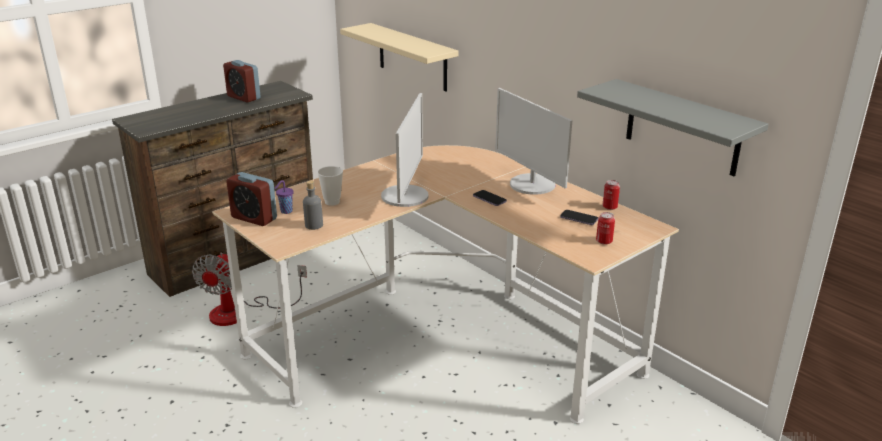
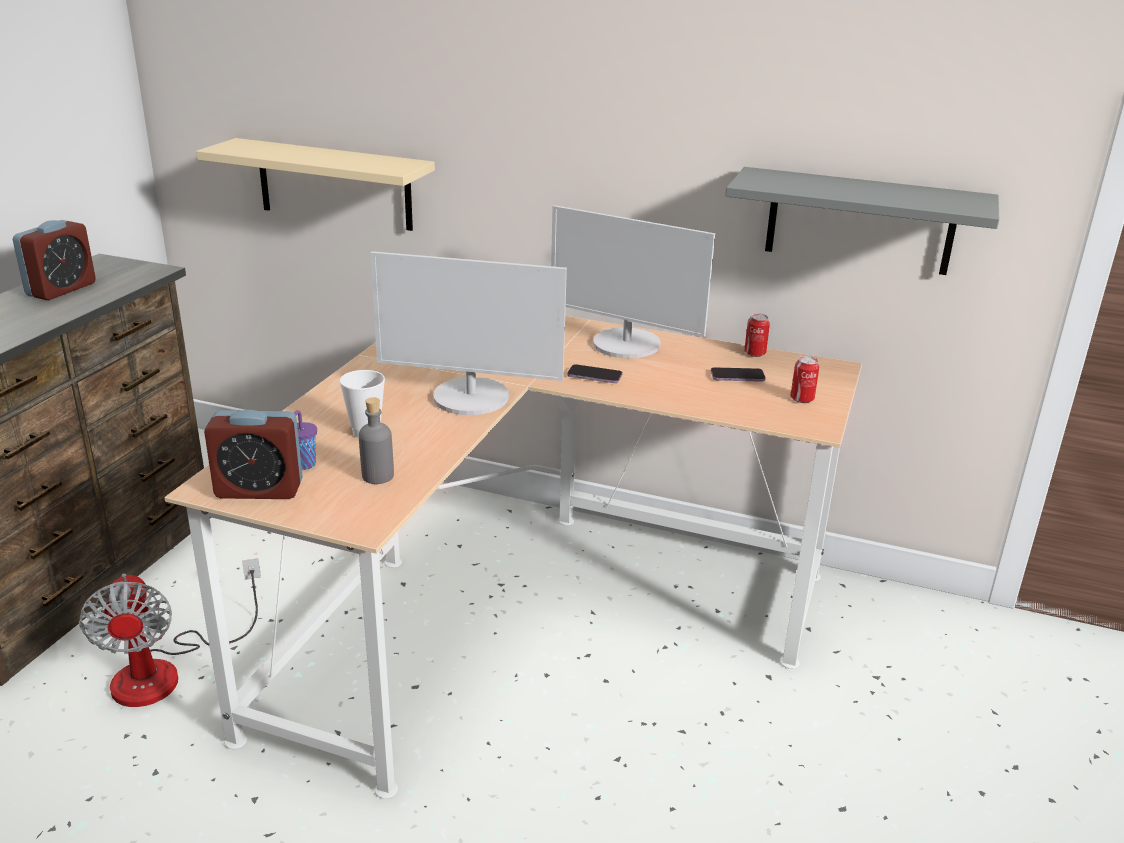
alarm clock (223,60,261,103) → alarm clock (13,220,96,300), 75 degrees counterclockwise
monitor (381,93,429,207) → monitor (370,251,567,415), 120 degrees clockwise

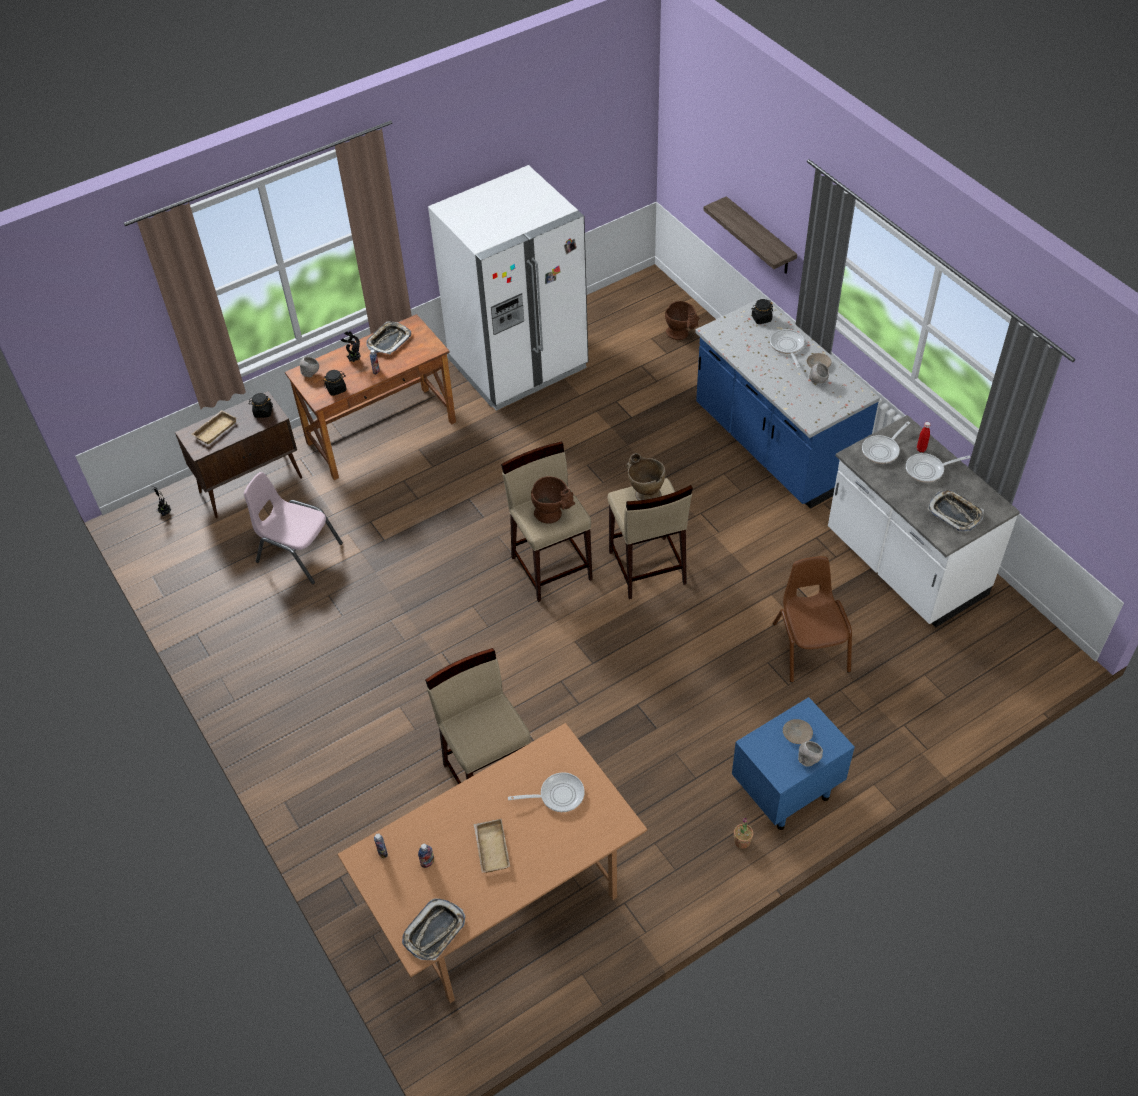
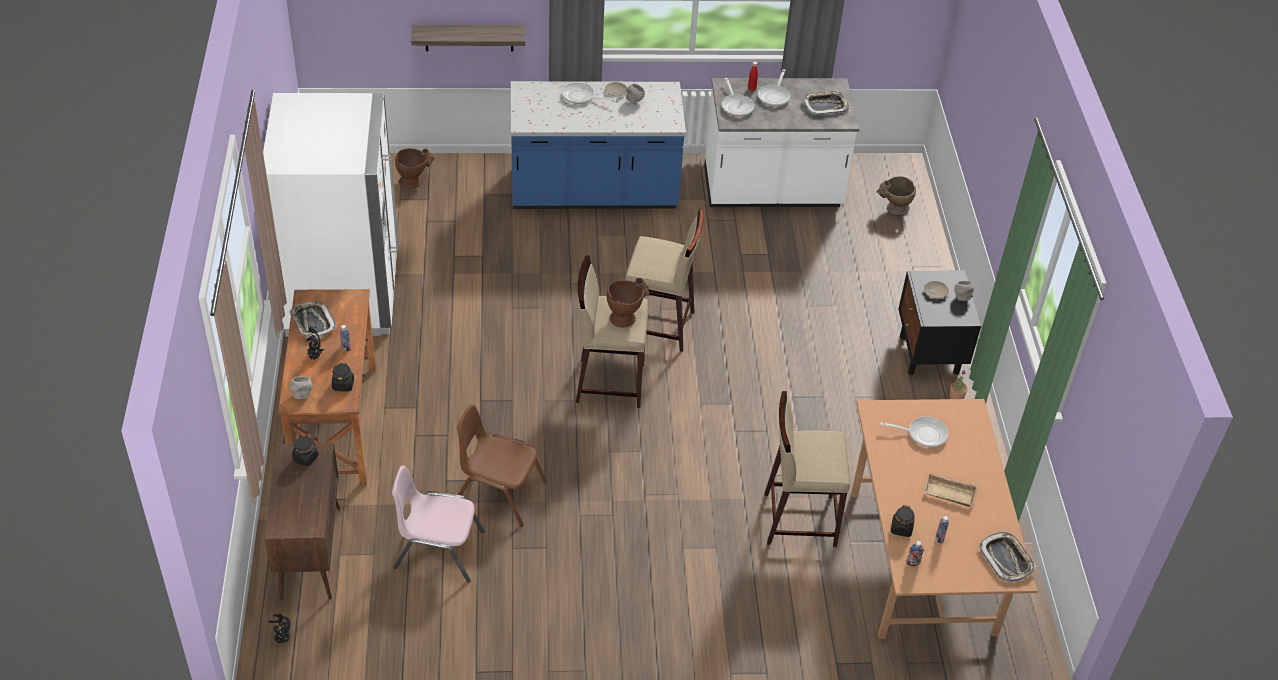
black jar (752,299,773,324) → black jar (891,505,915,537), shifted
beige tray (192,410,237,445) → -
beige vase (625,453,665,501) → beige vase (876,176,916,215), shifted
pink chair (244,472,343,584) → pink chair (392,466,484,582), 45 degrees clockwise
brown chair (773,556,852,683) → brown chair (457,404,546,527), shifted
blue nightstand (732,697,855,830) → black nightstand (898,271,981,375)
frying pan (508,772,585,812) → frying pan (880,416,948,448), 75 degrees clockwise

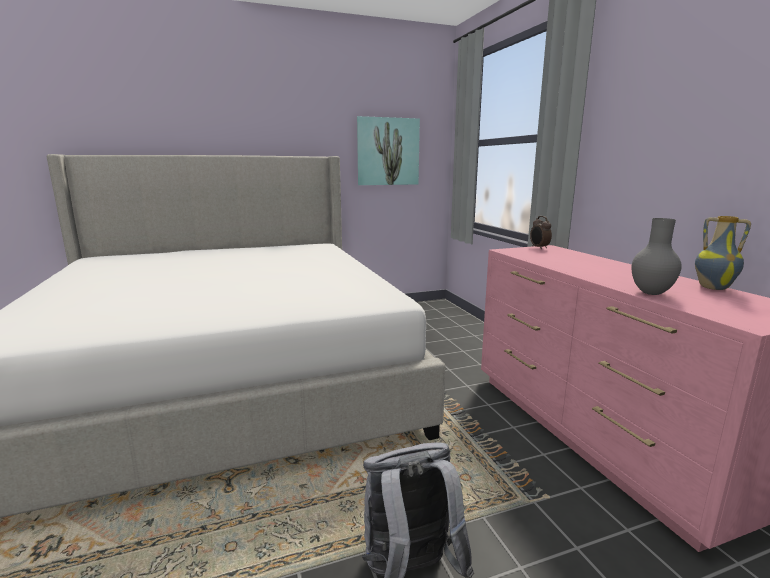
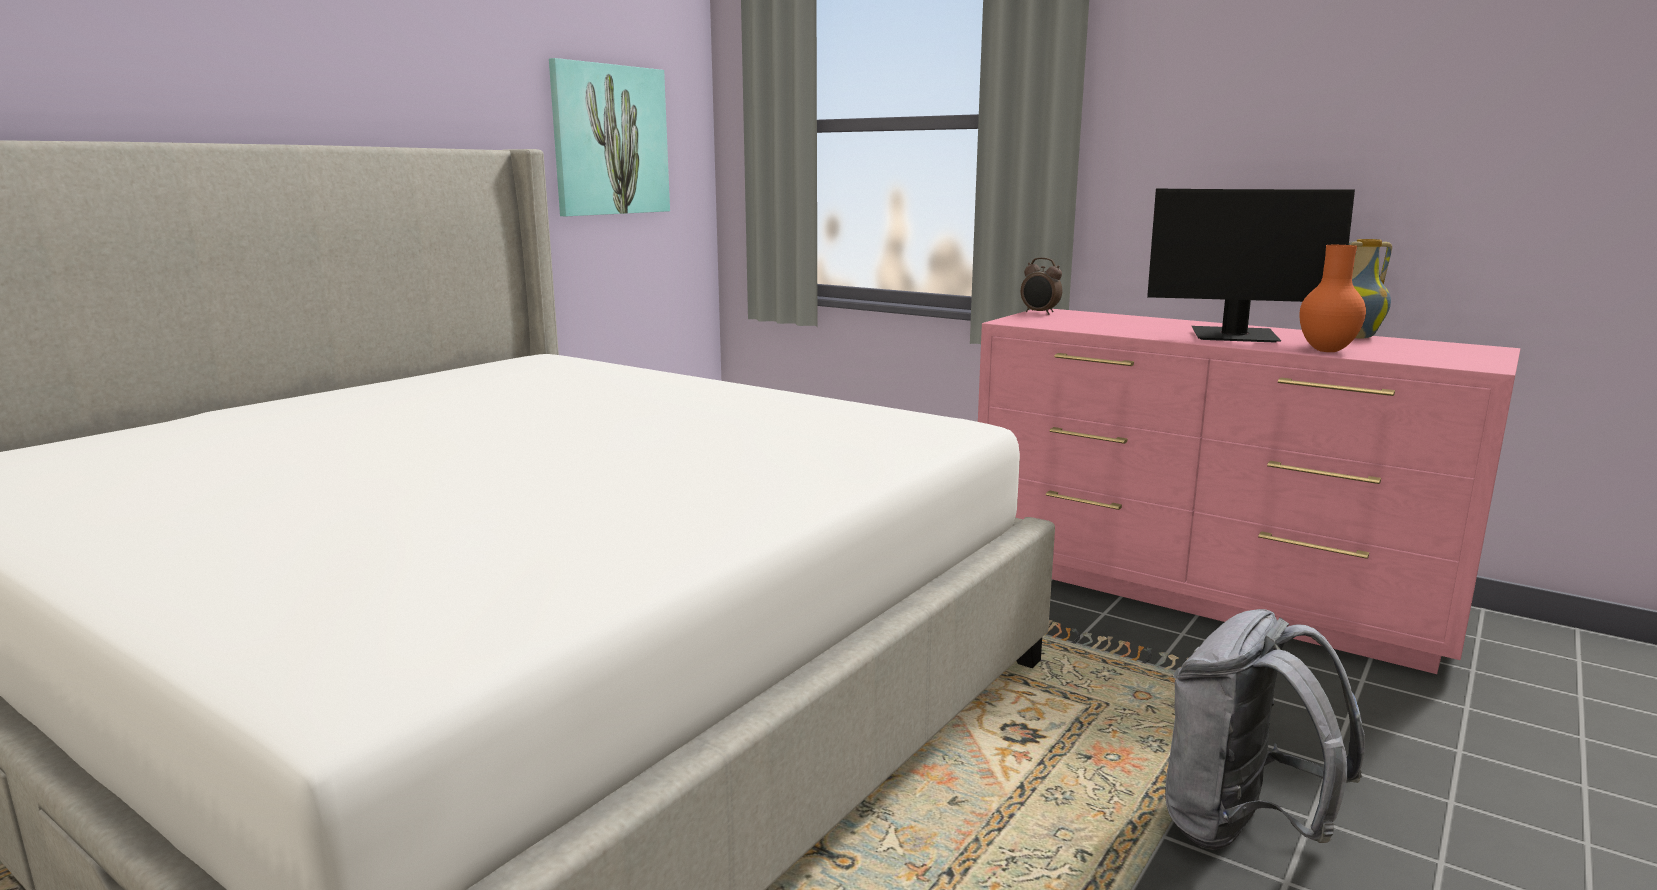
grey vase (632,218,682,295) → orange vase (1300,245,1366,352)
- → monitor (1147,188,1355,343)

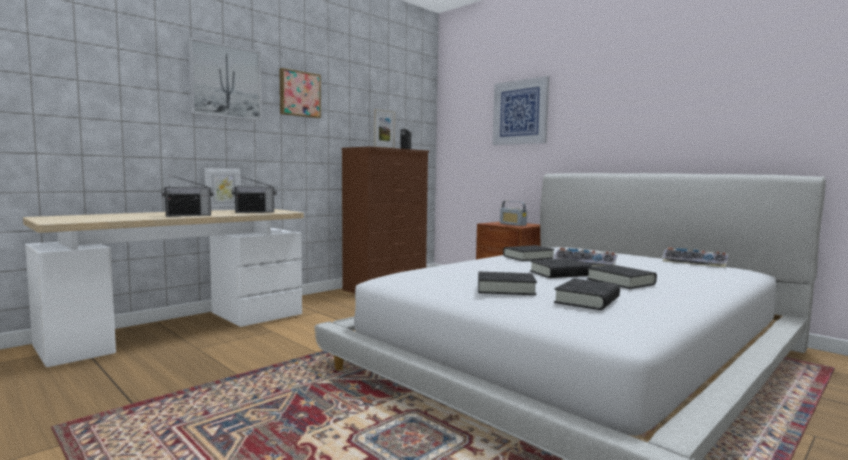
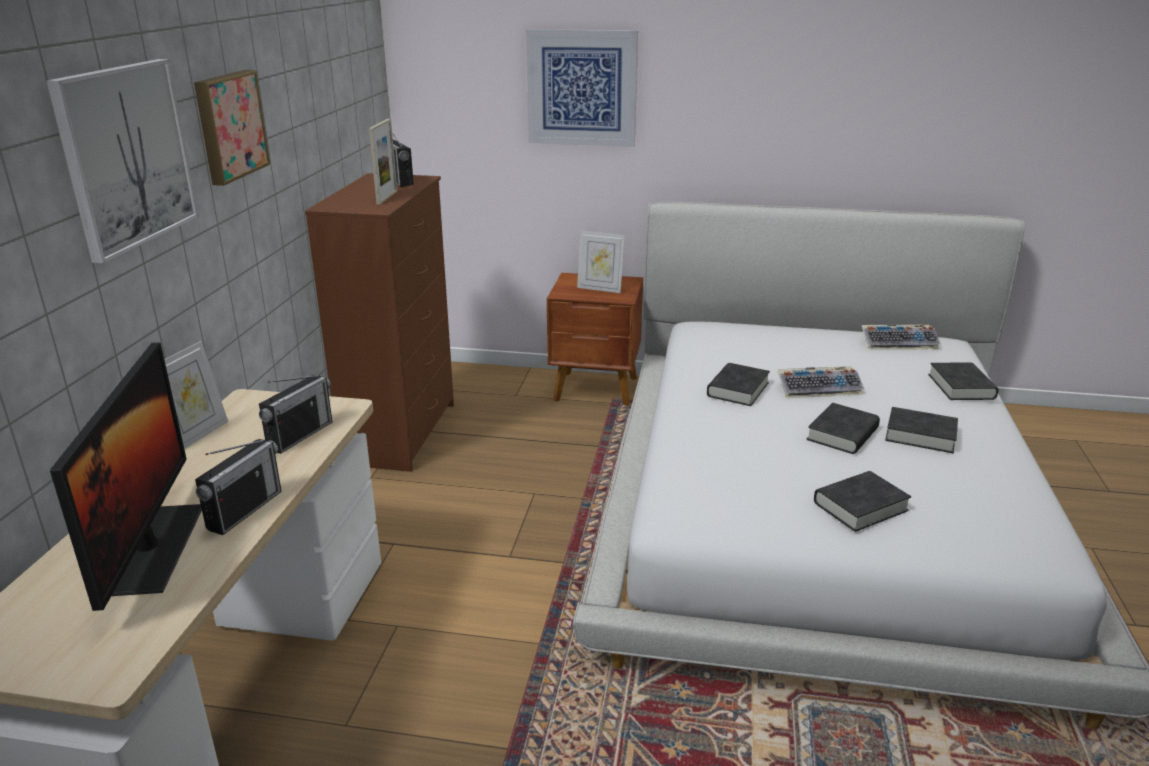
radio (500,201,527,226) → picture frame (577,231,625,293)
black book (554,278,620,310) → black book (928,362,999,400), shifted
- → monitor (50,342,202,611)

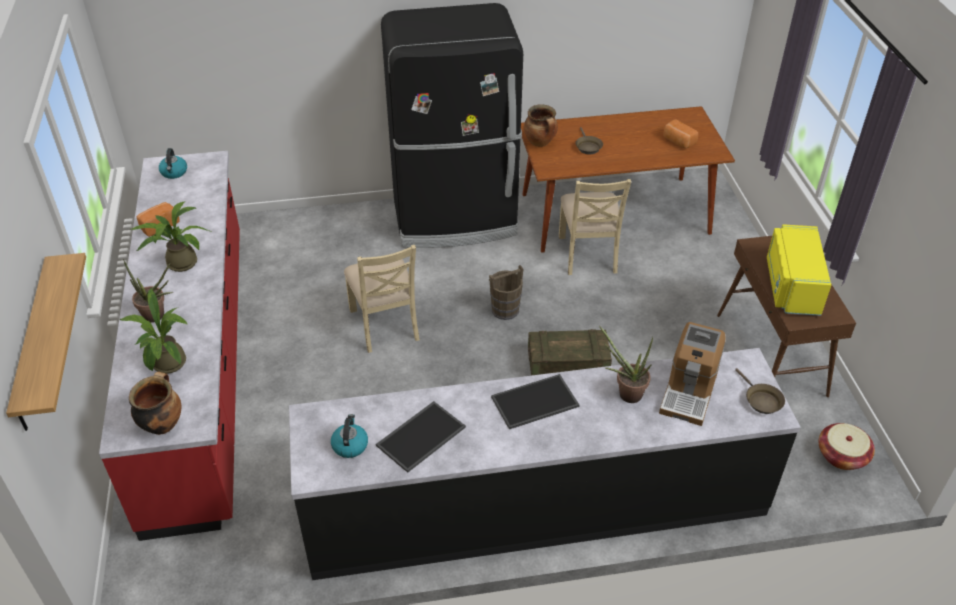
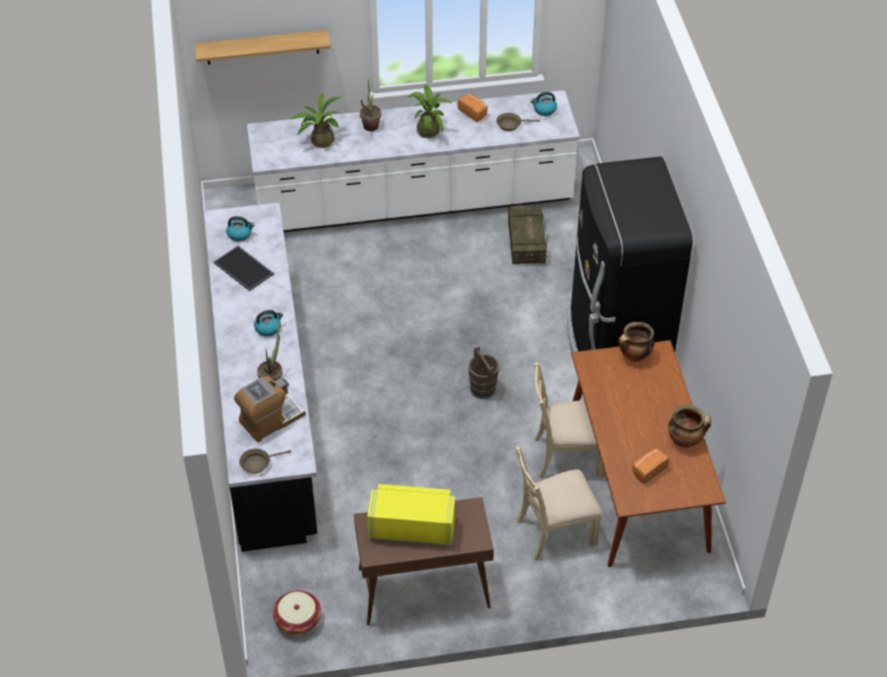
brown frying pan (576,127,603,154) → brown frying pan (496,113,540,131), shifted
red counter (99,151,240,541) → white counter (247,90,580,232)
beige chair (344,244,420,353) → beige chair (515,446,602,561), shifted
coffee machine (659,322,725,426) → coffee machine (234,376,306,442), 120 degrees clockwise
crate (528,329,612,376) → crate (508,206,547,264), shifted
cooking pot (129,372,182,435) → cooking pot (668,405,711,448), shifted
tray (491,374,580,429) → kettle (254,310,283,337)

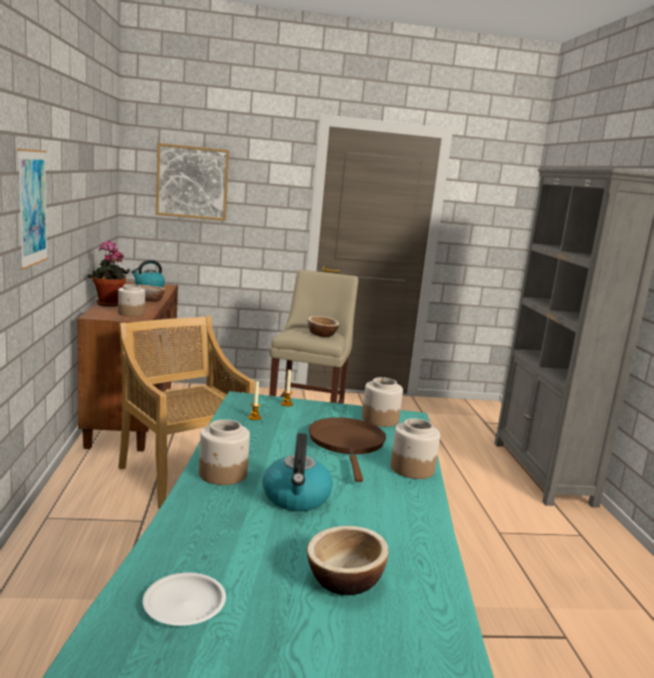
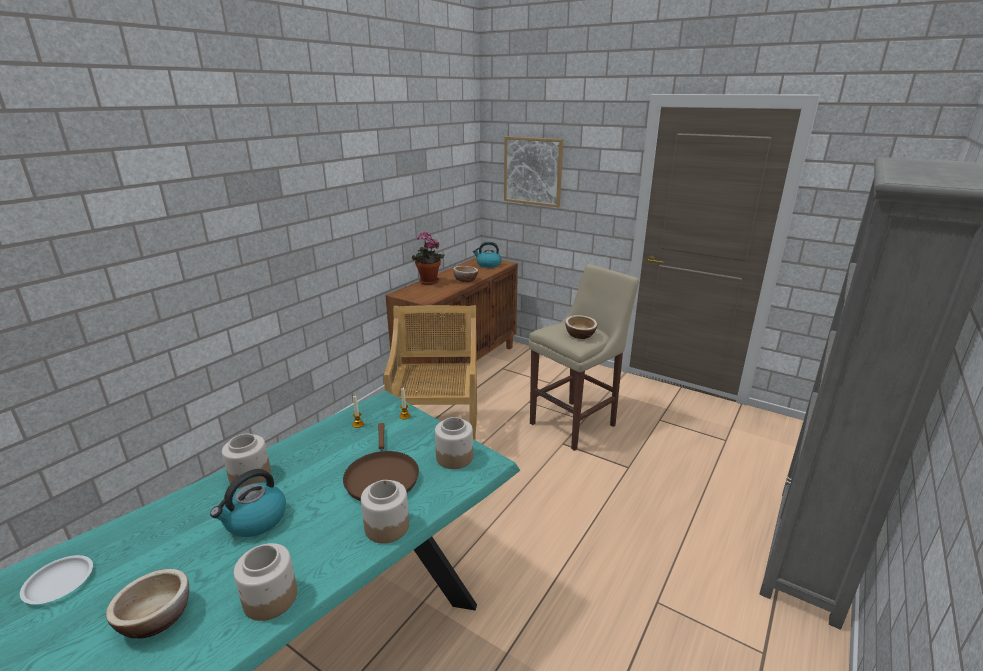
picture (17,148,49,270) → -
jar (118,284,145,316) → jar (234,543,297,621), shifted
brown frying pan (309,417,386,482) → brown frying pan (343,423,419,501), 135 degrees clockwise

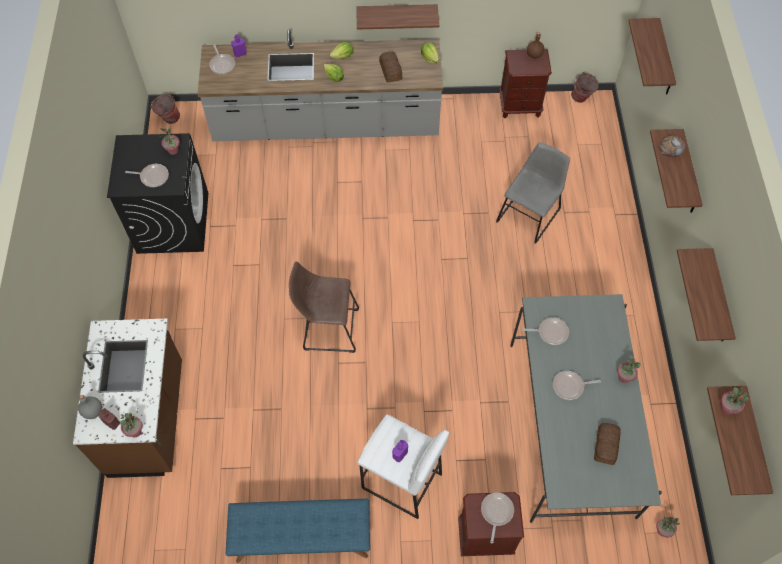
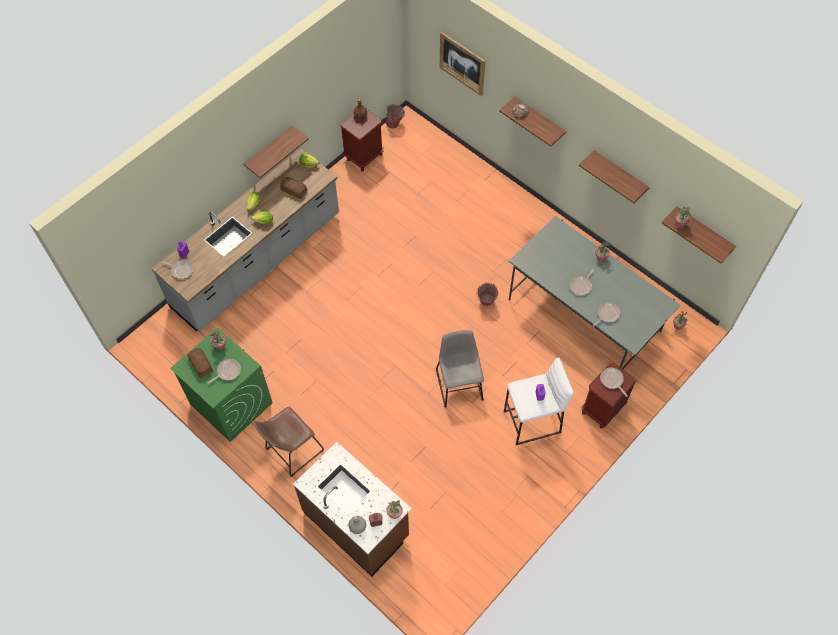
shelf (628,18,676,94) → picture (439,32,485,96)
bucket (150,94,180,124) → bucket (476,282,498,306), shifted
black washing machine (107,133,208,254) → green washing machine (170,328,273,442)
grey chair (496,142,570,244) → grey chair (436,330,484,408), shifted
brown stool (289,261,359,353) → brown stool (253,407,324,477), shifted
frying pan (522,317,569,345) → frying pan (593,302,620,326), shifted
bread (594,423,621,465) → bread (188,348,213,378), shifted
blue bench (226,499,370,563) → -

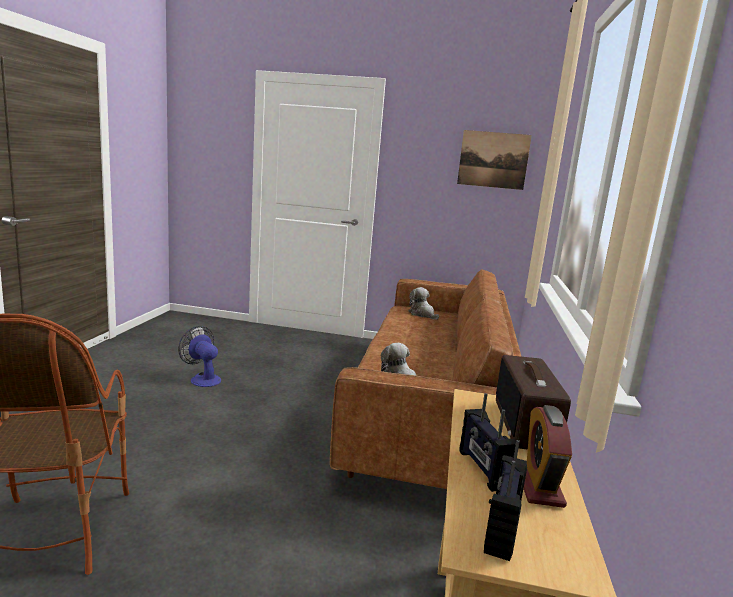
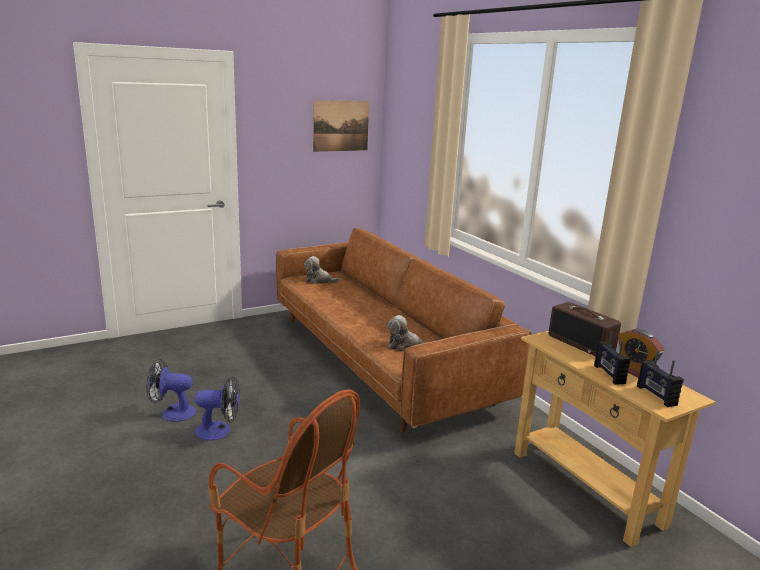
radio (459,393,516,492) → radio (594,332,631,385), 45 degrees clockwise
- → fan (195,376,240,441)

